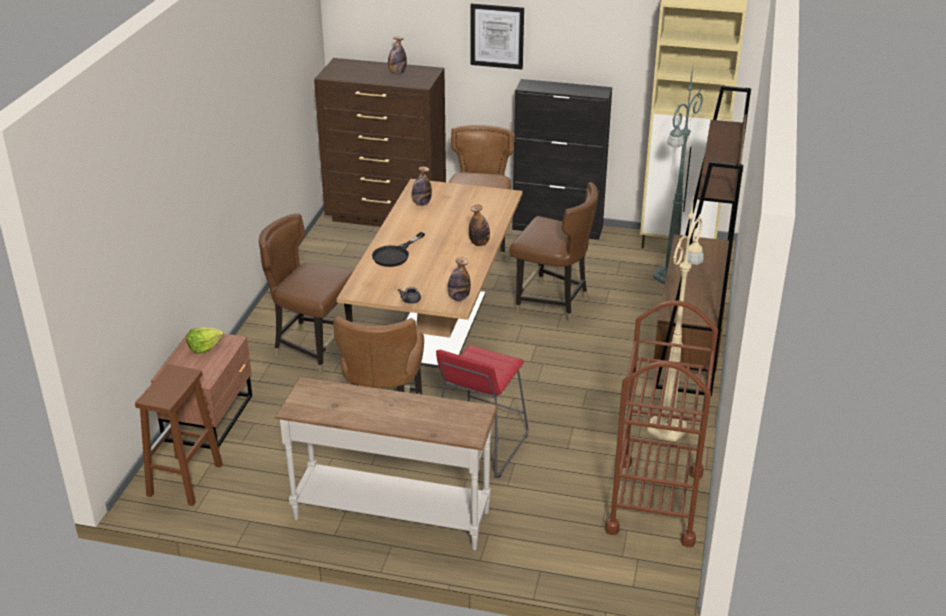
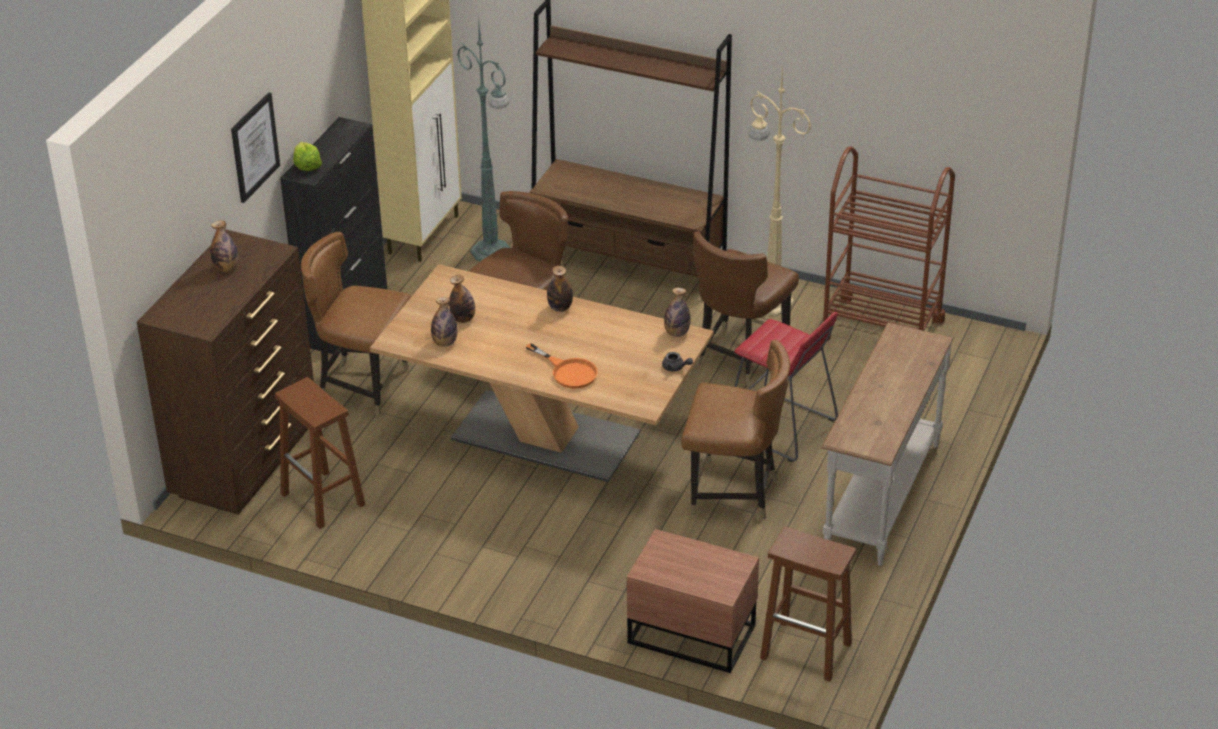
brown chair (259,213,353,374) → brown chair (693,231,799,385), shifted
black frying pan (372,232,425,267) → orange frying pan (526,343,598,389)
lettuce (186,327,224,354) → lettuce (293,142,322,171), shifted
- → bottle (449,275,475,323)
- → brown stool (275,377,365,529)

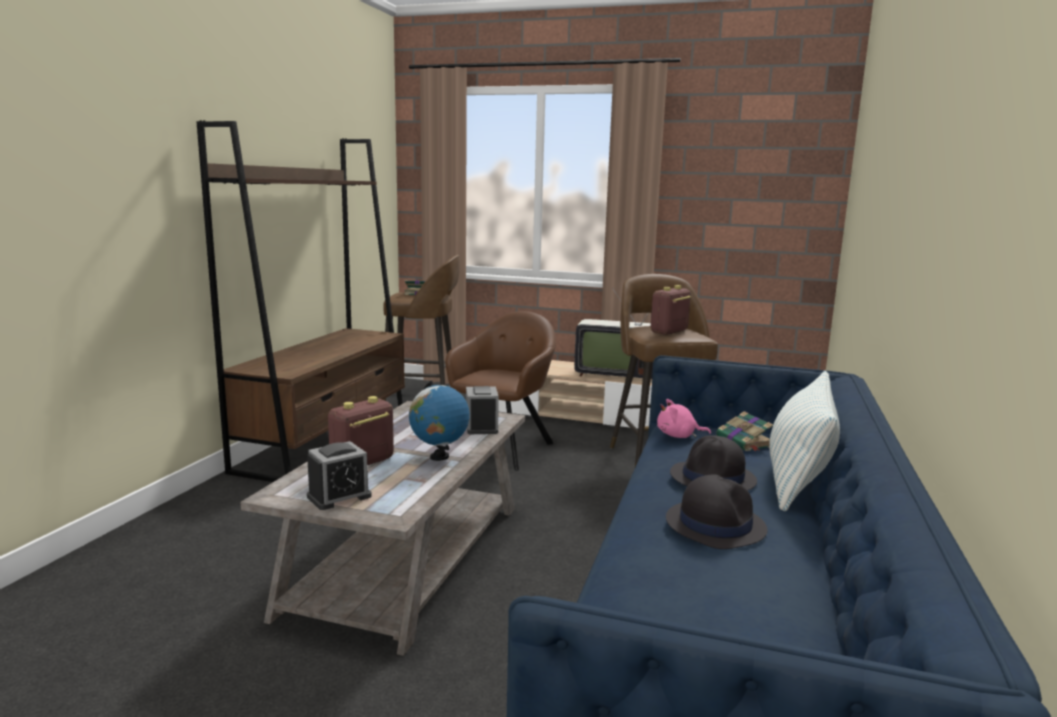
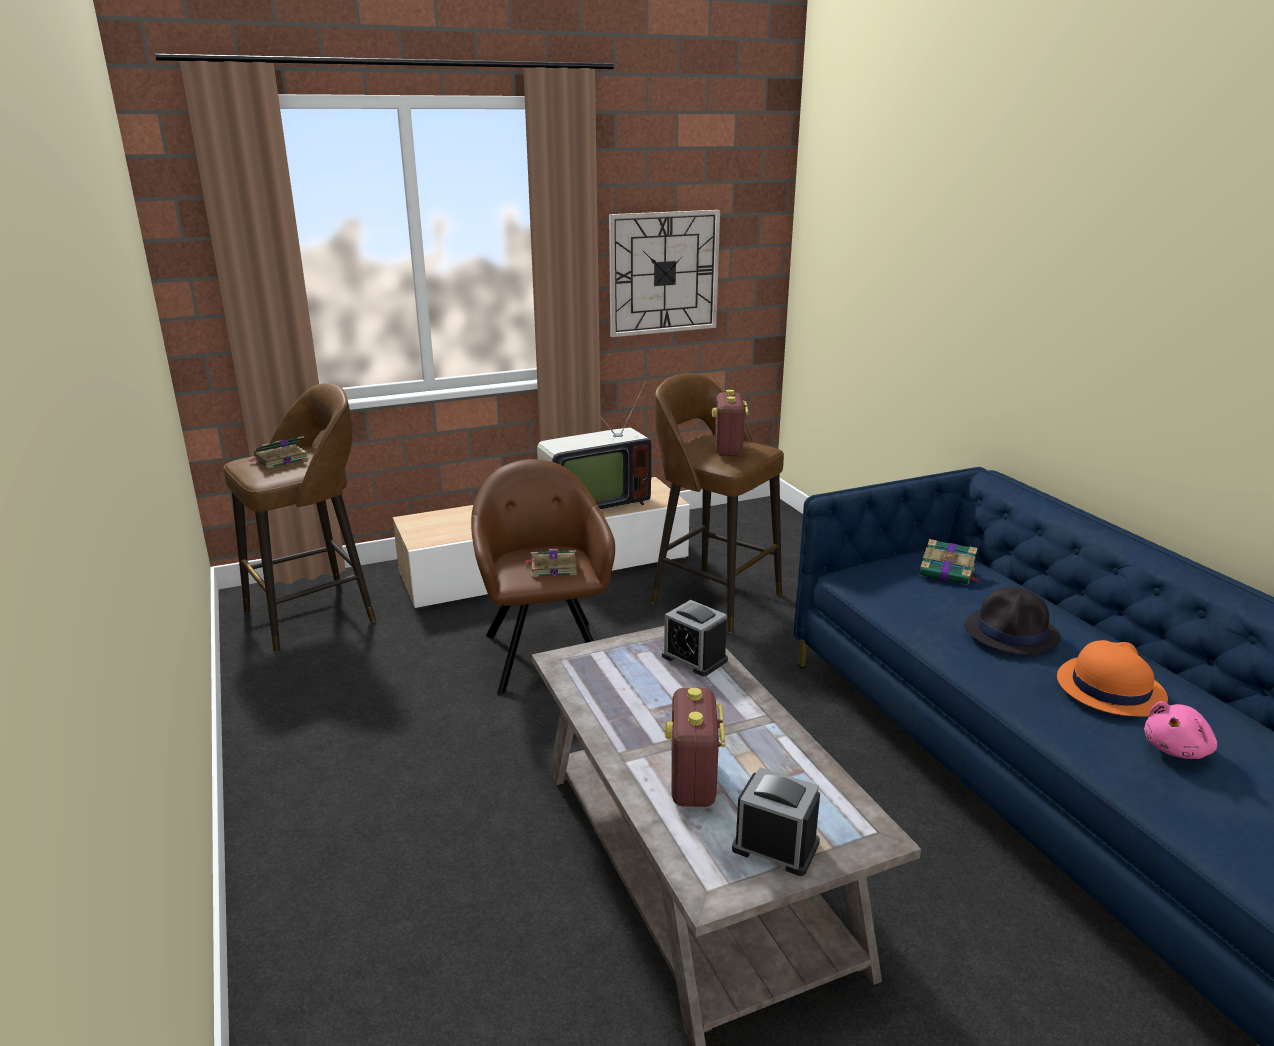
brown bookcase (197,120,405,482) → -
pillow (769,371,840,511) → -
globe (409,381,470,461) → -
pink plush toy (657,399,711,438) → pink plush toy (1144,701,1217,759), shifted
alarm clock (307,441,372,510) → alarm clock (732,767,820,876), 75 degrees counterclockwise
black hat (666,474,767,549) → orange hat (1057,640,1168,717)
- → wall clock (609,210,720,337)
- → book (523,549,577,577)

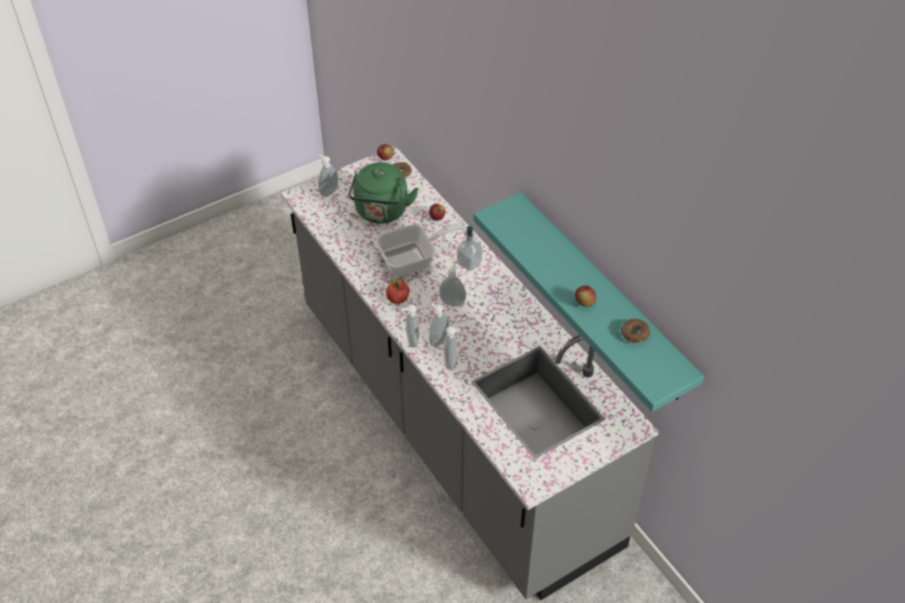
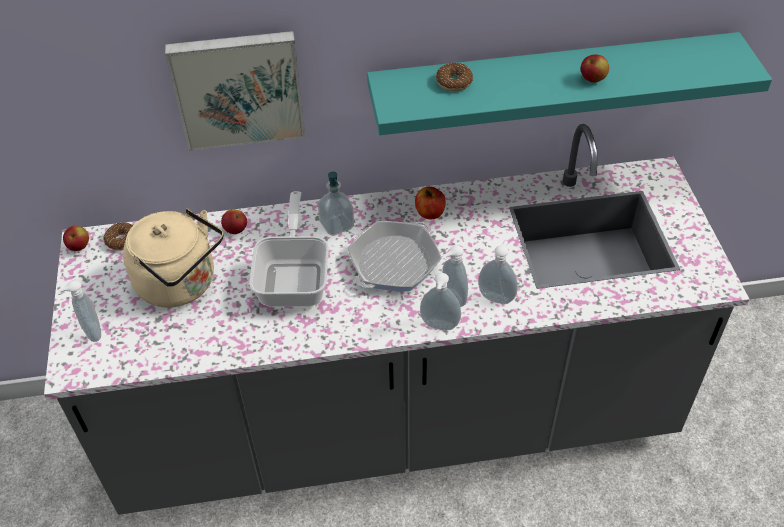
green kettle (349,162,419,224) → beige kettle (123,208,224,308)
soap dispenser (439,263,466,306) → frying pan (348,221,442,292)
apple (386,280,409,304) → apple (415,186,446,219), shifted
donut (621,319,650,343) → donut (436,63,473,91), shifted
- → picture (165,31,306,151)

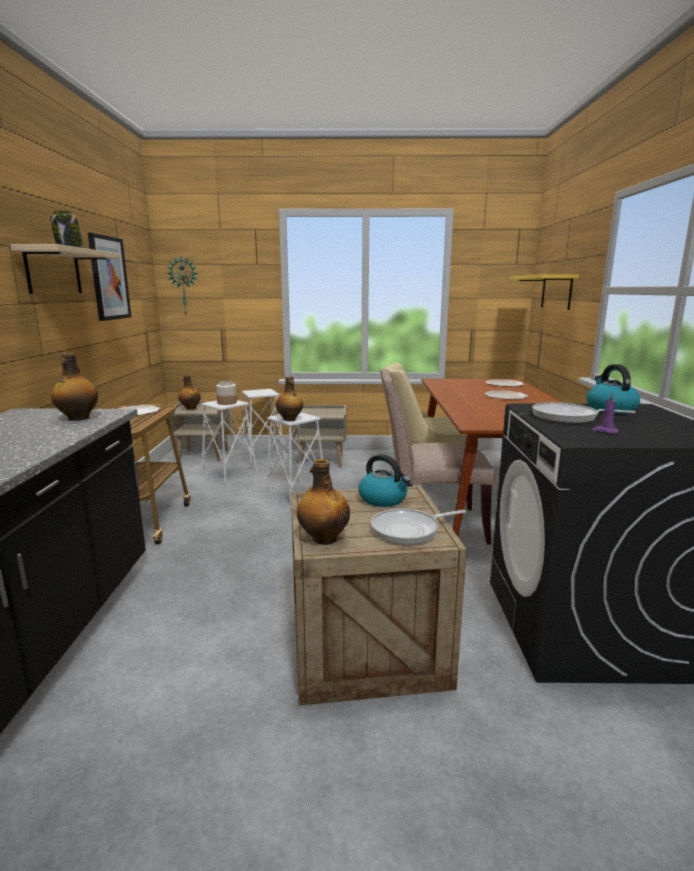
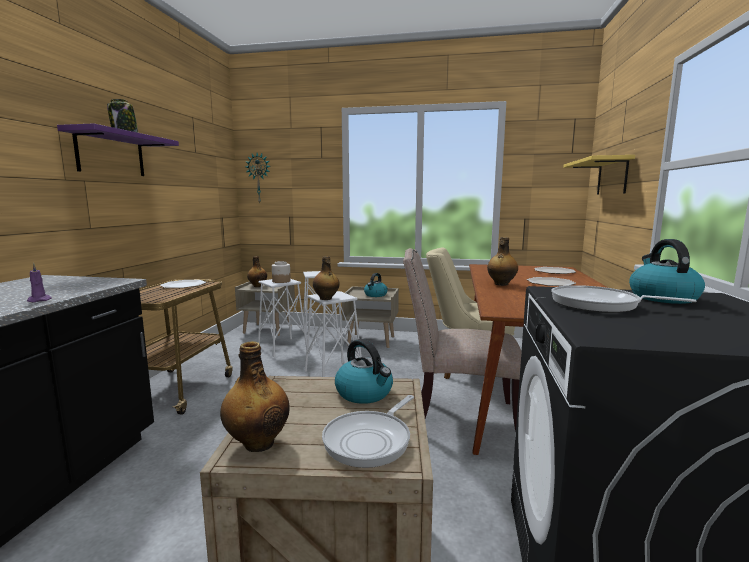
picture (88,232,131,321) → -
beige shelf (10,244,120,294) → purple shelf (57,123,179,176)
bottle (51,353,98,421) → bottle (487,237,518,286), shifted
purple candle (592,393,619,434) → purple candle (27,263,52,302), shifted
frying pan (371,509,466,545) → frying pan (322,395,414,468), 45 degrees counterclockwise
- → kettle (364,273,388,297)

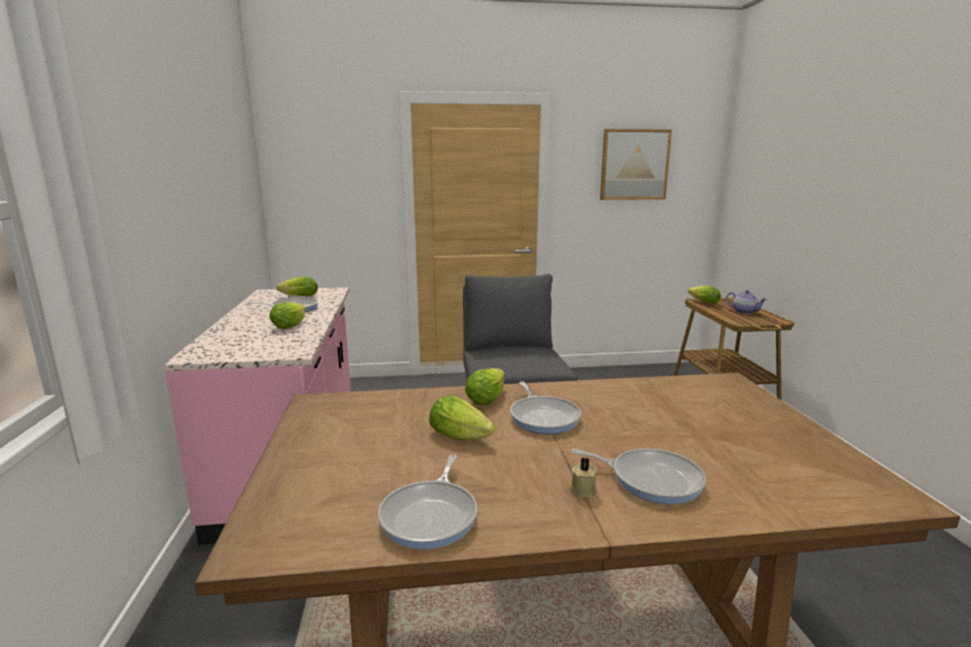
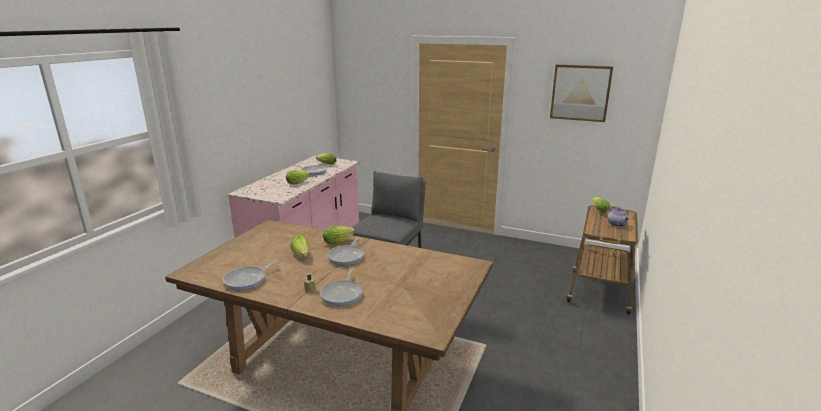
frying pan (571,449,706,504) → frying pan (320,269,363,306), 45 degrees clockwise

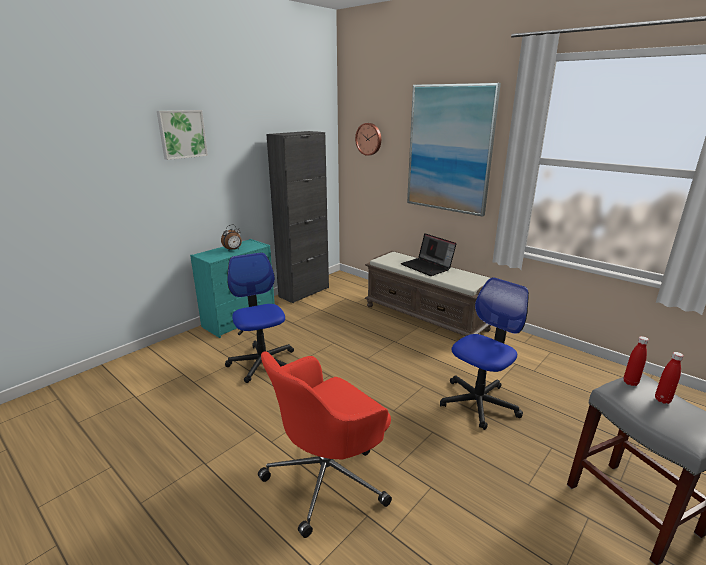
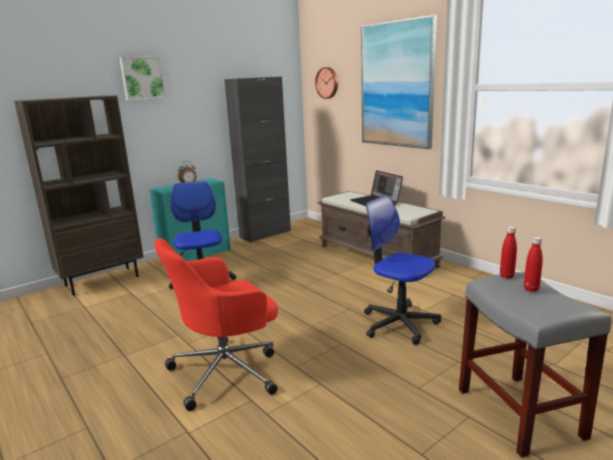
office chair (440,277,529,430) → office chair (364,195,441,345), 105 degrees counterclockwise
- → brown bookcase (14,95,143,295)

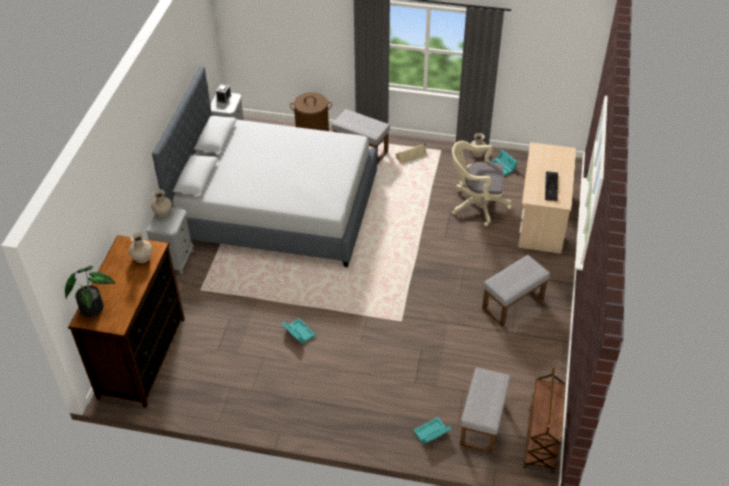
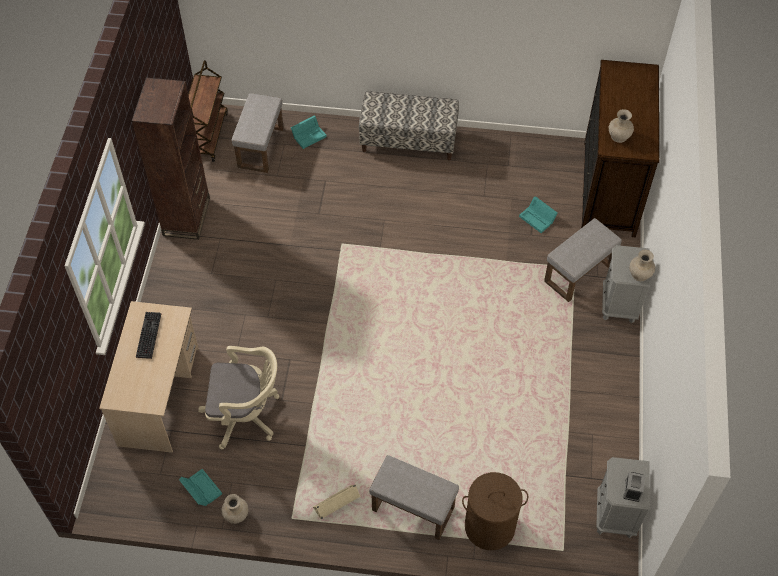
grey bed (152,66,377,267) → -
grey ottoman (482,255,550,327) → grey ottoman (544,218,622,302), shifted
potted plant (65,266,115,317) → -
turquoise storage box (281,318,315,344) → turquoise storage box (519,196,557,233), shifted
- → brown bookcase (132,78,210,240)
- → bench (359,91,459,160)

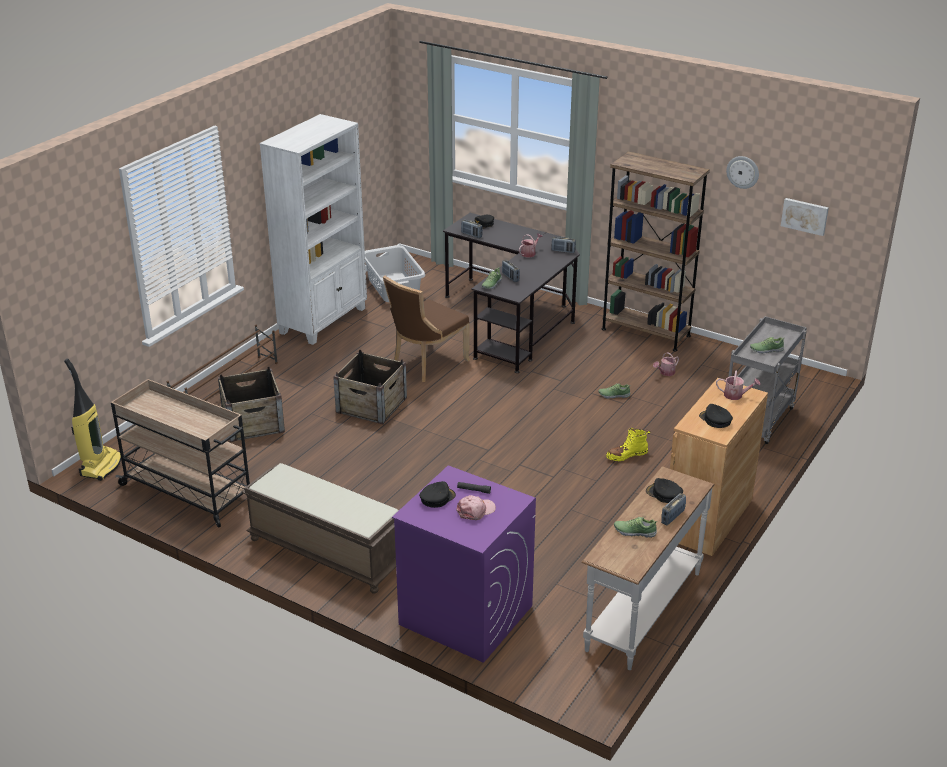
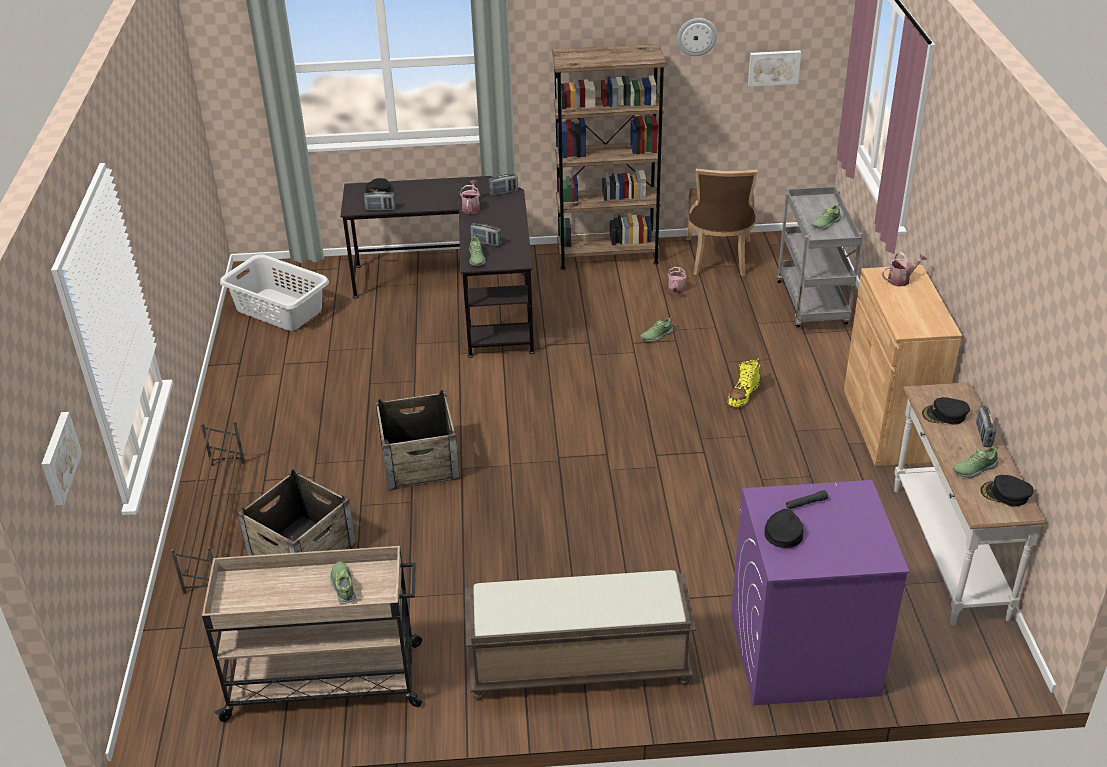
white bookcase (259,114,367,345) → -
brown chair (383,276,470,382) → brown chair (686,169,758,276), shifted
vacuum cleaner (64,358,121,481) → -
black cap (699,404,733,428) → black cap (981,475,1034,506), shifted
pink cap (456,495,496,520) → -
- → picture (42,412,82,505)
- → shoe (330,561,356,605)

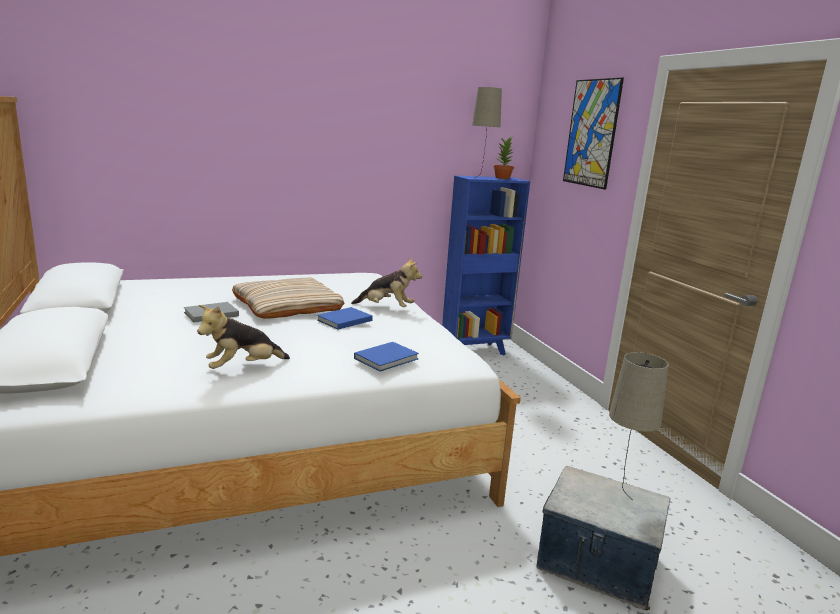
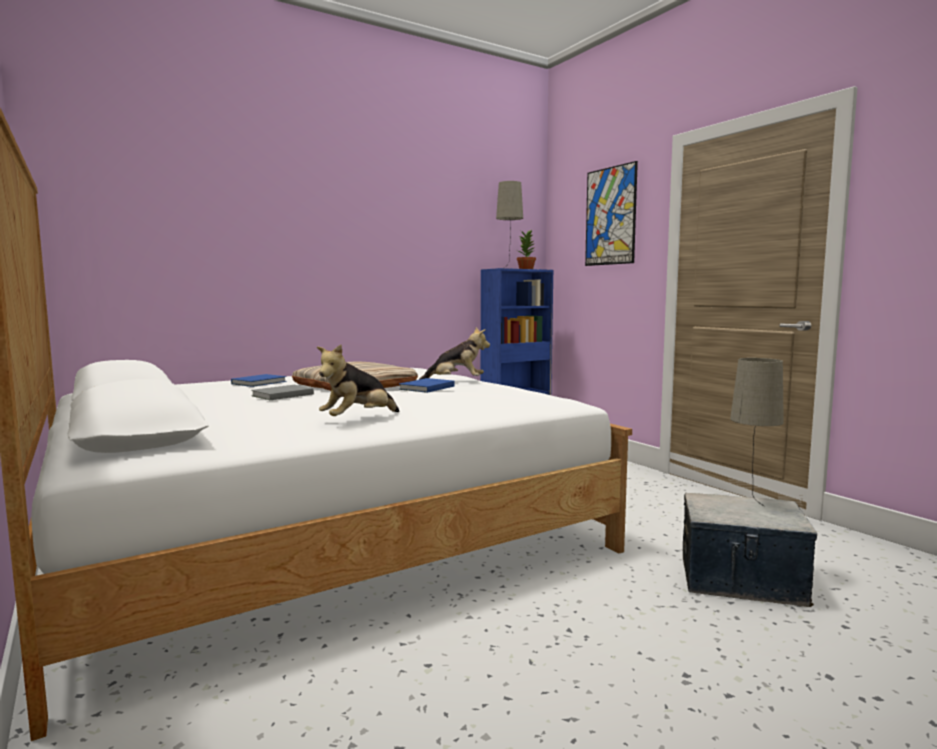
blue book (354,342,419,372) → blue book (231,374,286,387), shifted

